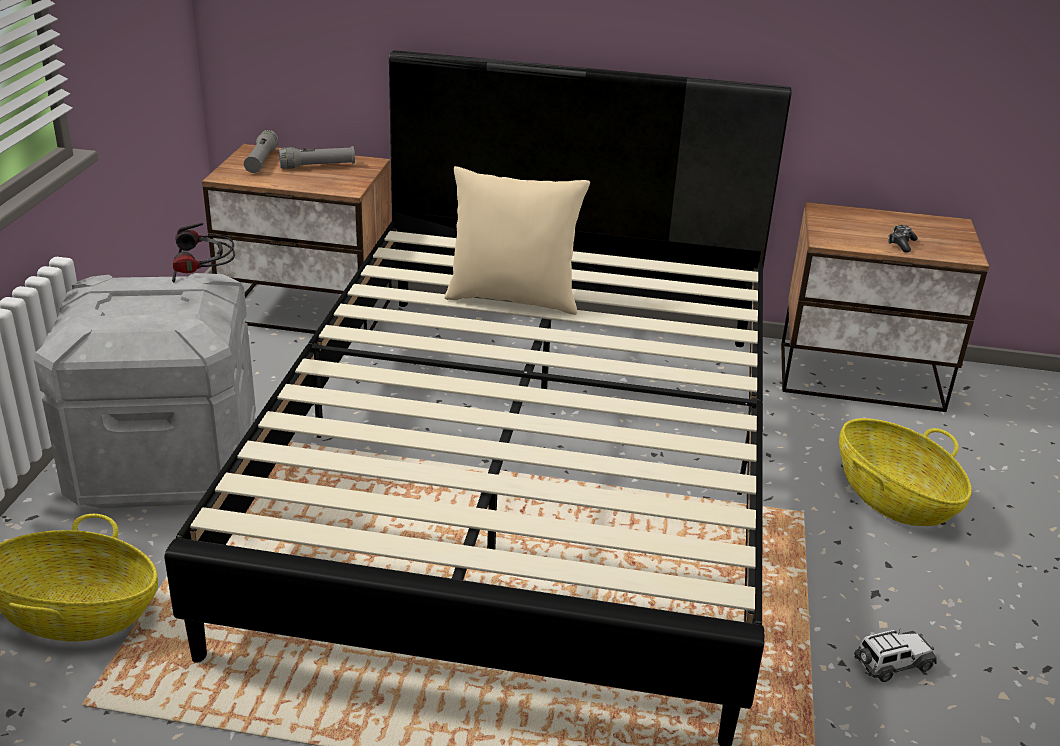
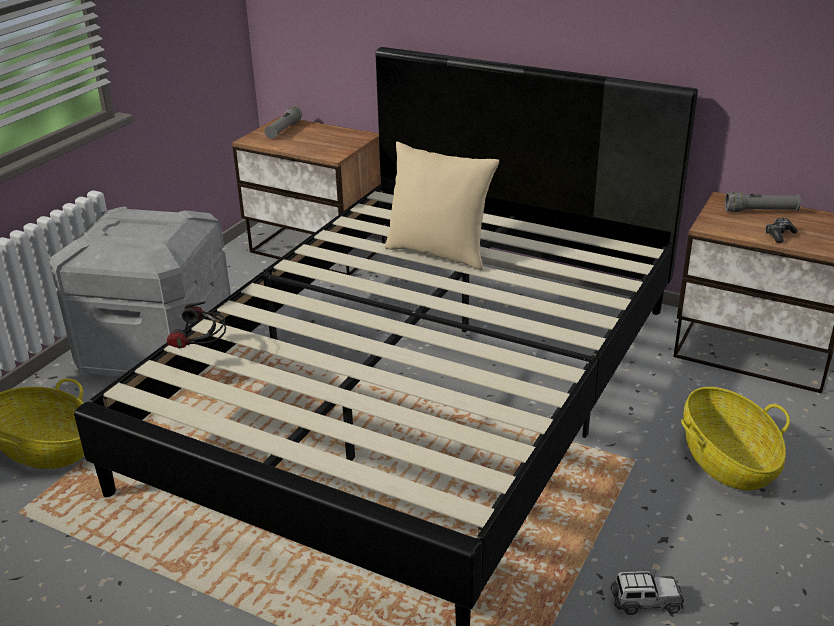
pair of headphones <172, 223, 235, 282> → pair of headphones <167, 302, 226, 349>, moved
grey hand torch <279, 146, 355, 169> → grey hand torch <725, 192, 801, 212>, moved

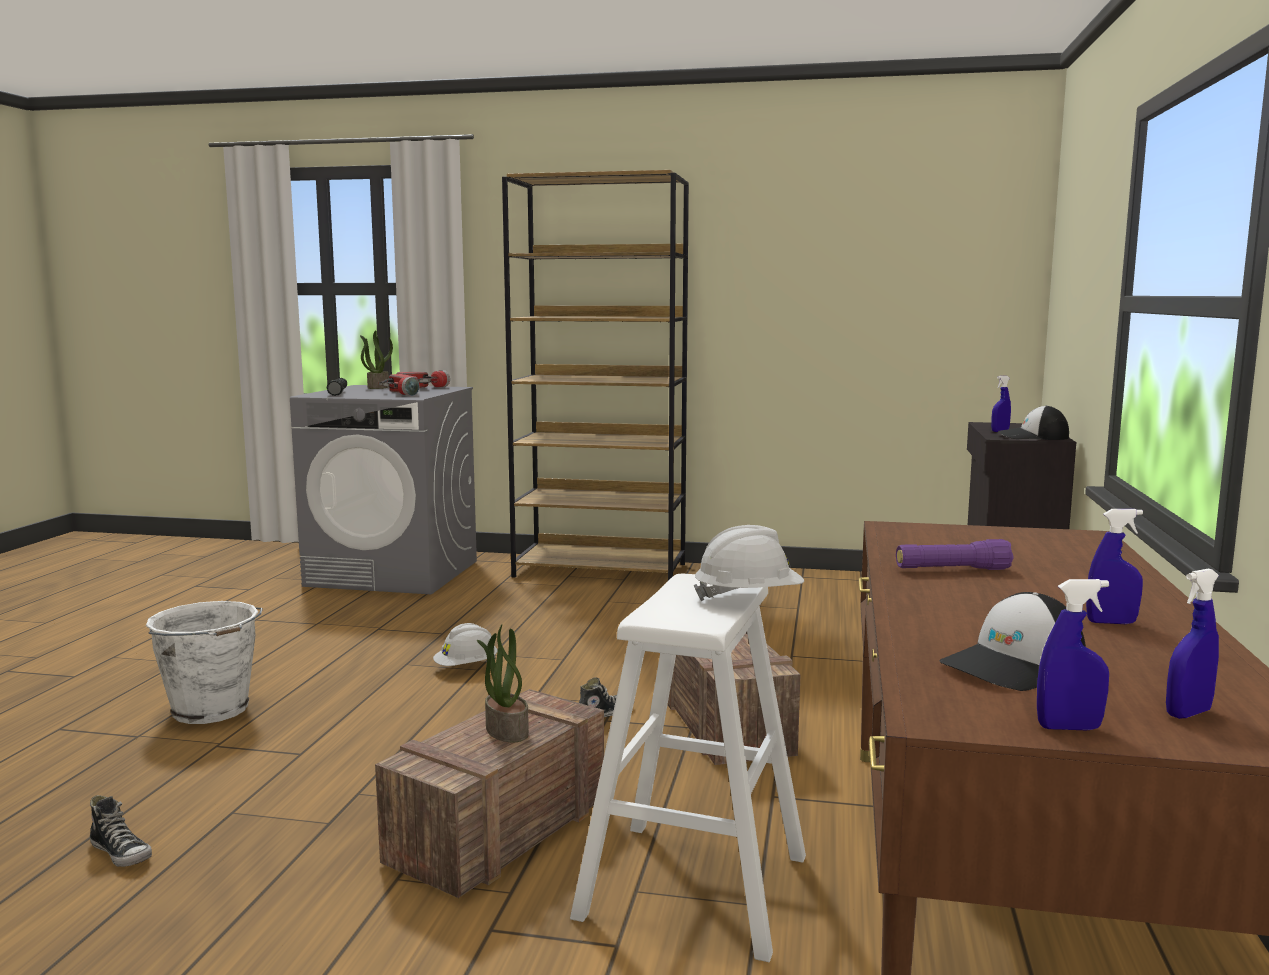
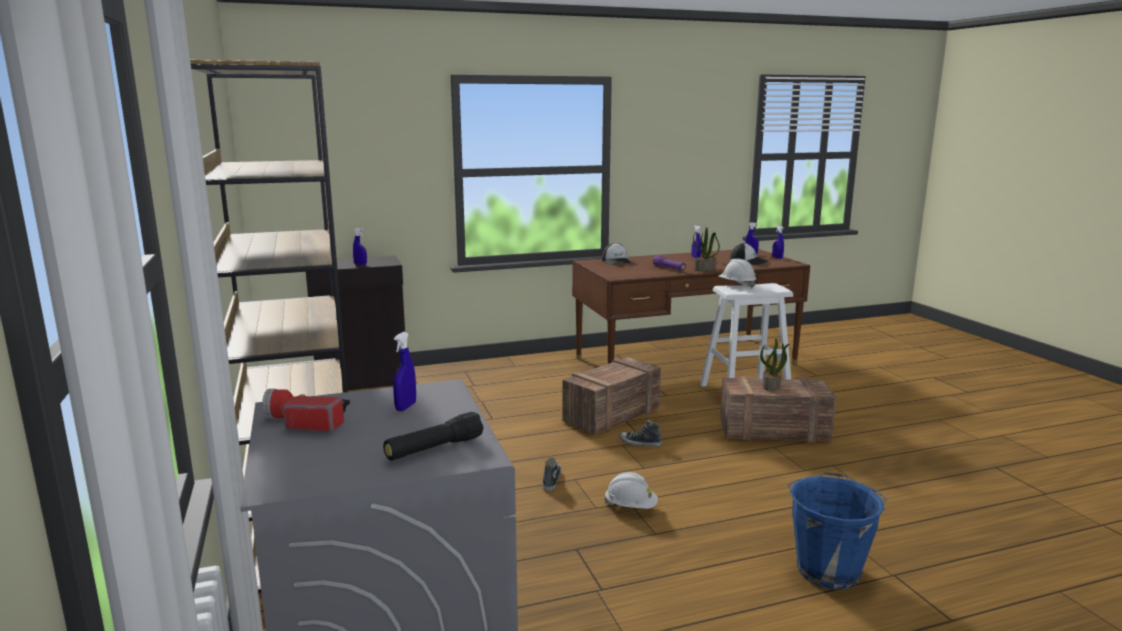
low shoe <90, 795, 152, 867> → low shoe <542, 458, 561, 491>, moved
houseplant <360, 330, 393, 389> → houseplant <693, 227, 720, 271>, moved
cap <998, 405, 1069, 440> → cap <602, 243, 633, 265>, moved
hand torch <379, 374, 419, 396> → blue-coloured sprayer <393, 332, 416, 411>
white pail <146, 601, 263, 724> → blue-coloured pail <787, 471, 887, 589>

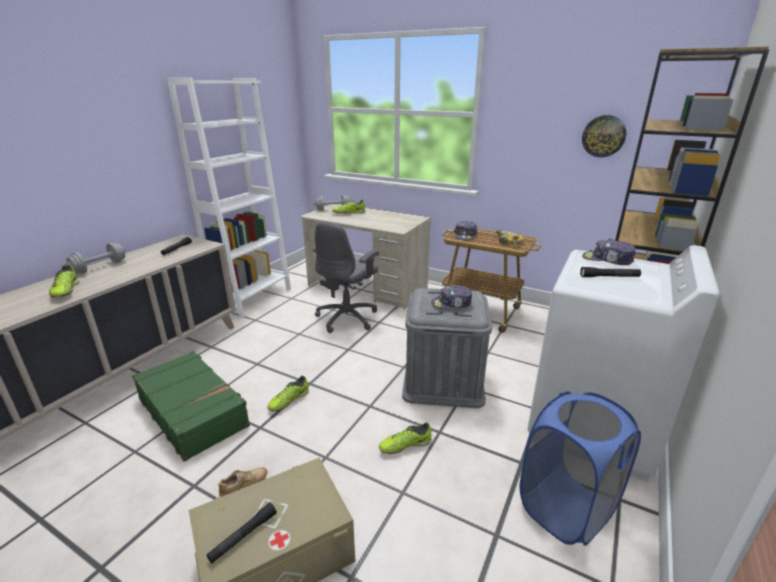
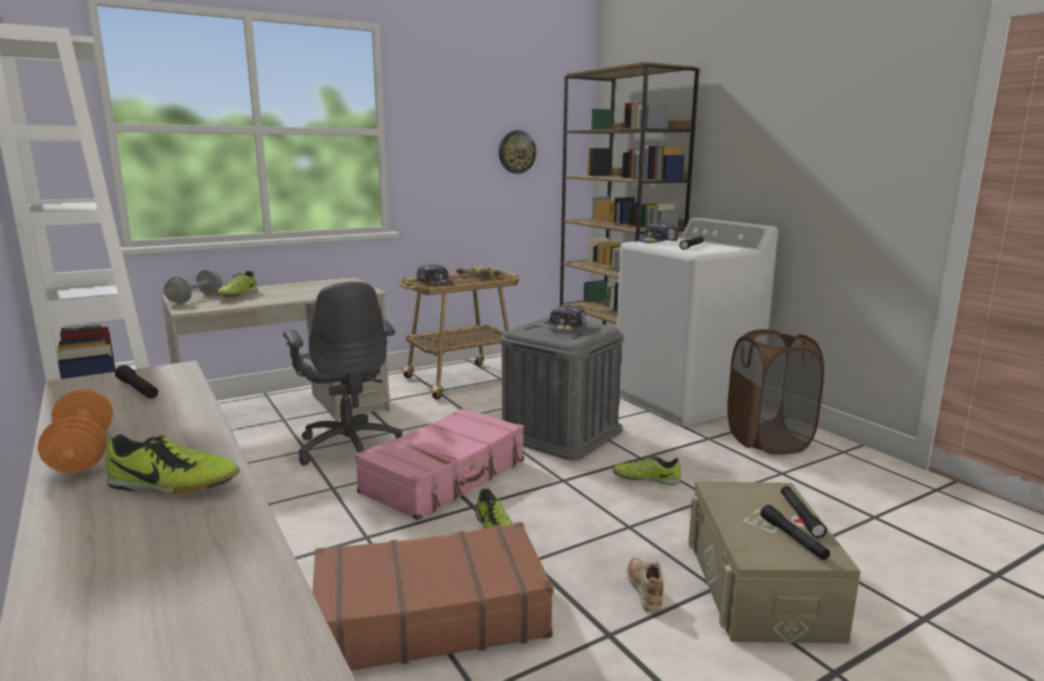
- → pink suitcase <355, 408, 524, 520>
- → black hand torch <781, 486, 827, 538>
grey free weight <66, 243, 126, 274> → orangey free weight <38, 389, 113, 473>
green-coloured suitcase <132, 351, 250, 462> → brown suitcase <312, 522, 553, 671>
blue-coloured washing basket <519, 391, 641, 546> → brown washing basket <727, 329, 824, 455>
low shoe <379, 422, 432, 454> → low shoe <613, 456, 681, 485>, 90 degrees clockwise

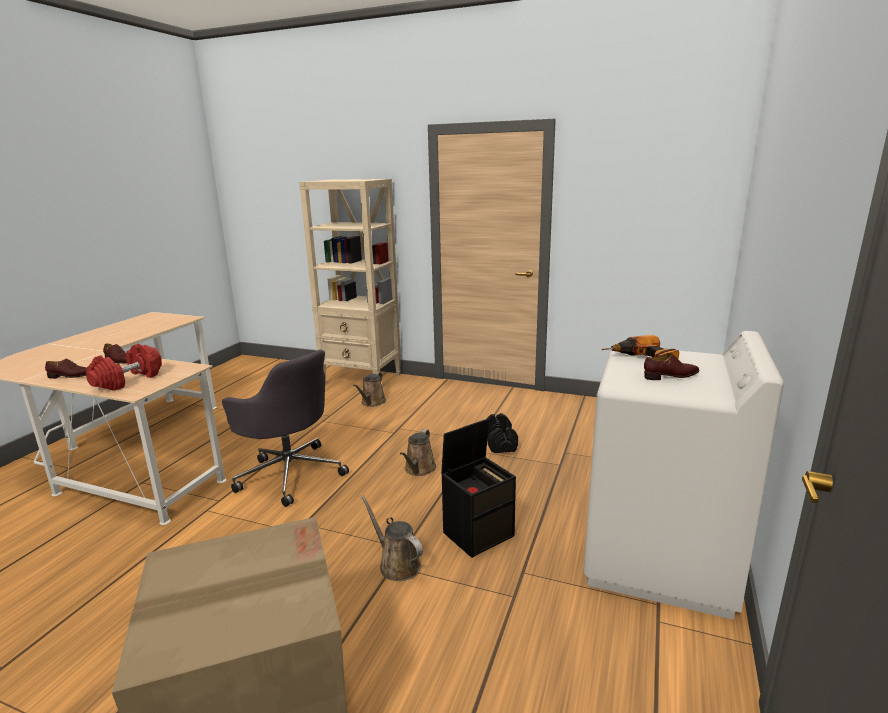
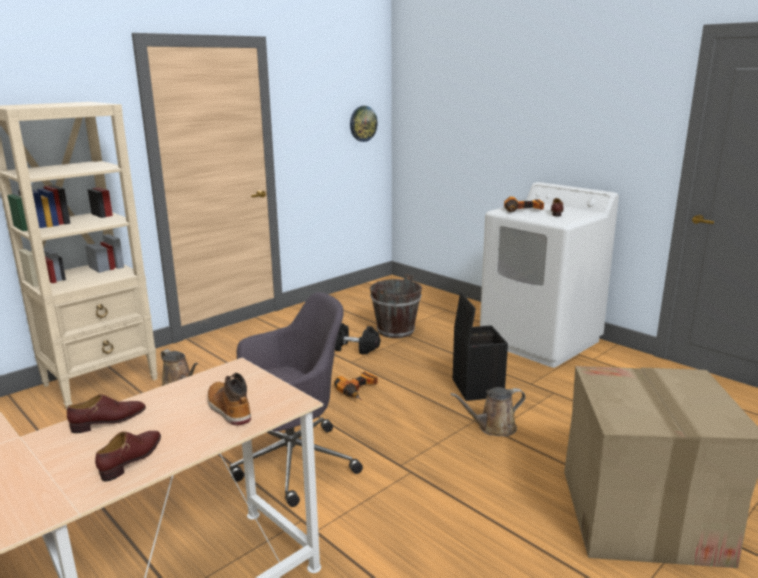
- → clock on the wall <350, 106, 378, 142>
- → brown pail <370, 274, 422, 338>
red free weight <86, 344, 162, 391> → boot <207, 373, 251, 425>
brown sprinkling can <400, 429, 437, 476> → drill <334, 371, 378, 401>

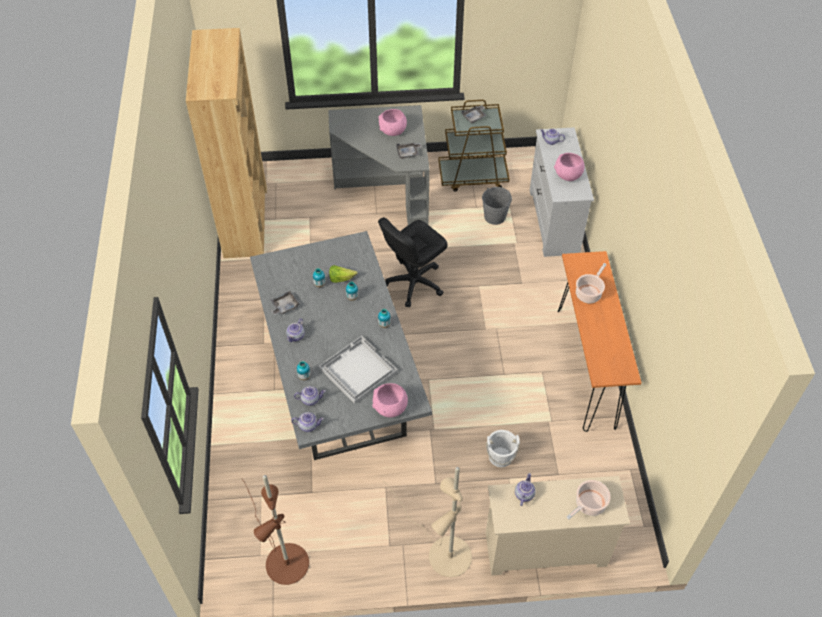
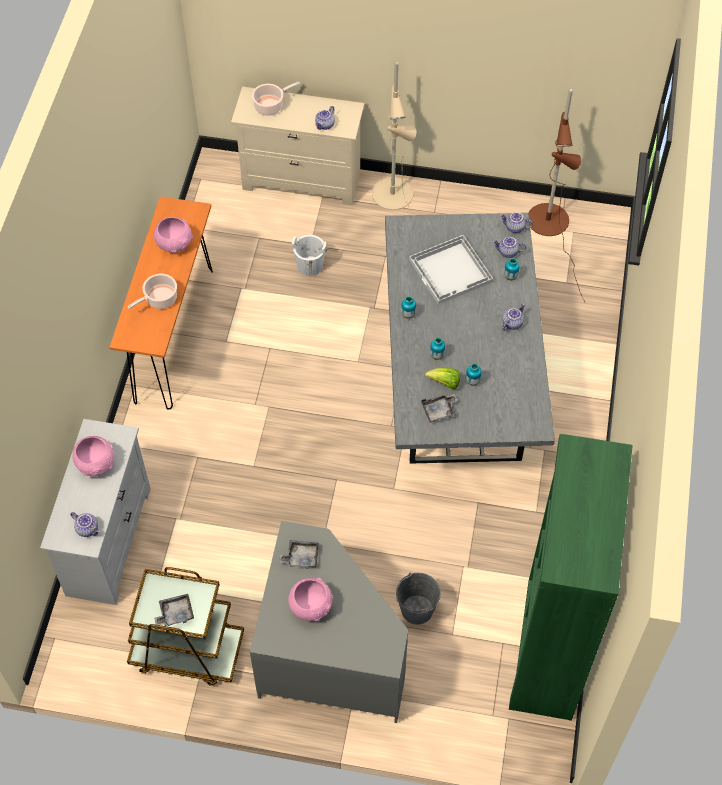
black office chair <378, 217, 448, 307> → -
grey carrying tray <271, 291, 300, 315> → grey carrying tray <421, 394, 458, 422>, moved
pink serving bowl <372, 383, 408, 418> → pink serving bowl <154, 217, 193, 253>, moved
grey pail <482, 187, 512, 225> → grey pail <396, 573, 441, 625>, moved
brown bookcase <186, 28, 267, 258> → green-coloured bookcase <509, 434, 633, 721>

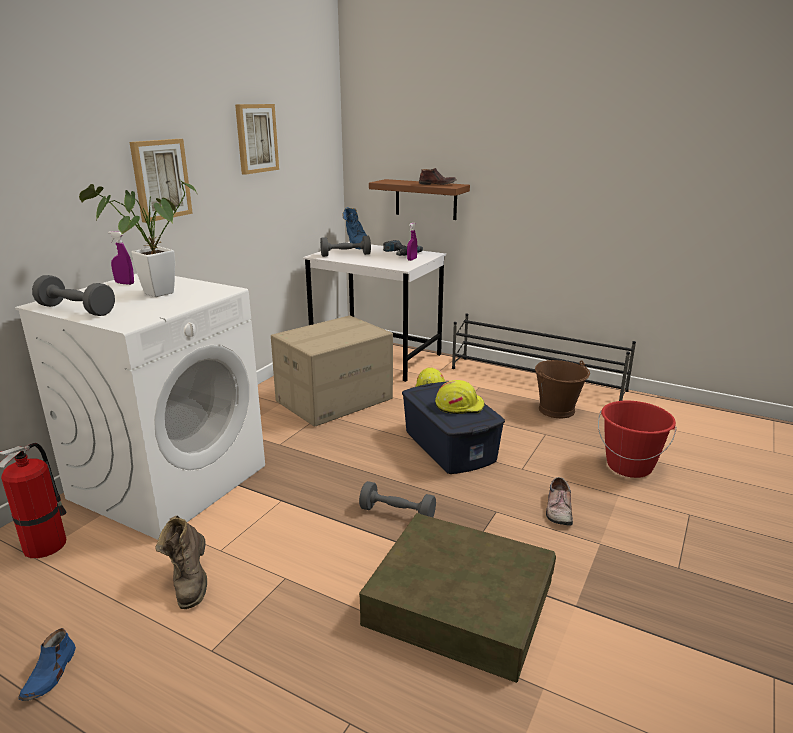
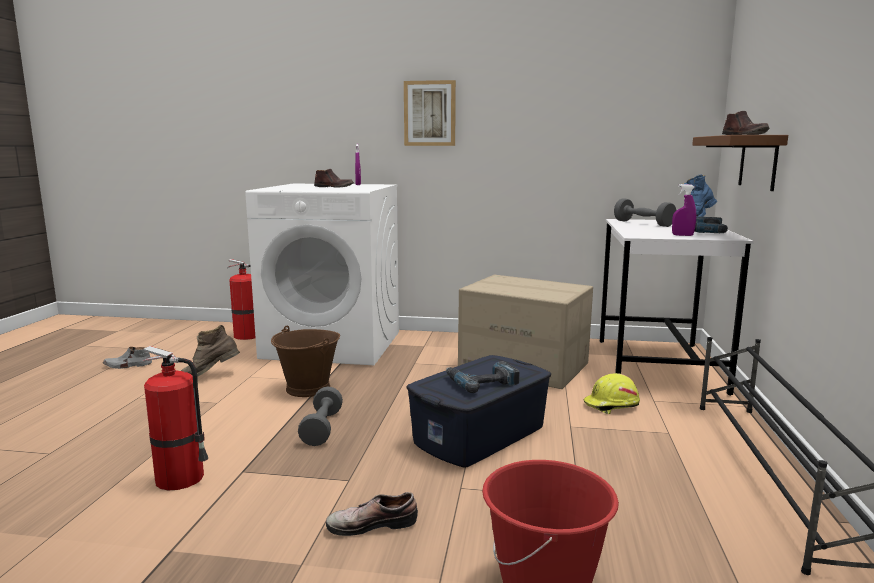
grey free weight <32, 275, 115, 316> → -
wall art <235, 104, 279, 175> → -
brown pail <535, 360, 590, 418> → brown pail <271, 326, 340, 397>, moved
houseplant <79, 181, 197, 297> → brown low shoe <314, 169, 354, 188>
brown storage bin <359, 513, 556, 683> → extinguisher <141, 346, 208, 490>
yellowish work helmet <435, 380, 485, 414> → drill <446, 361, 520, 393>
blue-coloured low shoe <18, 628, 76, 701> → grey low shoe <103, 347, 152, 369>

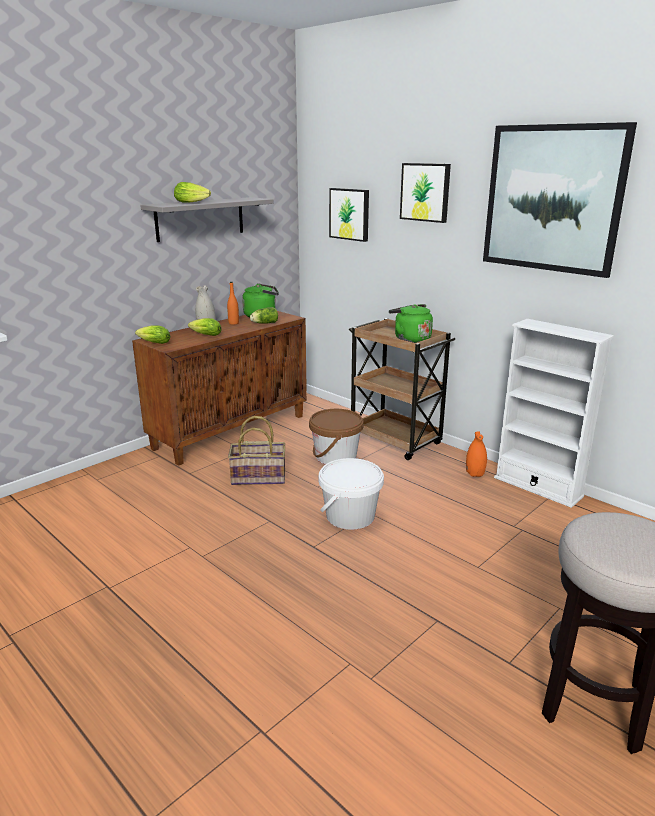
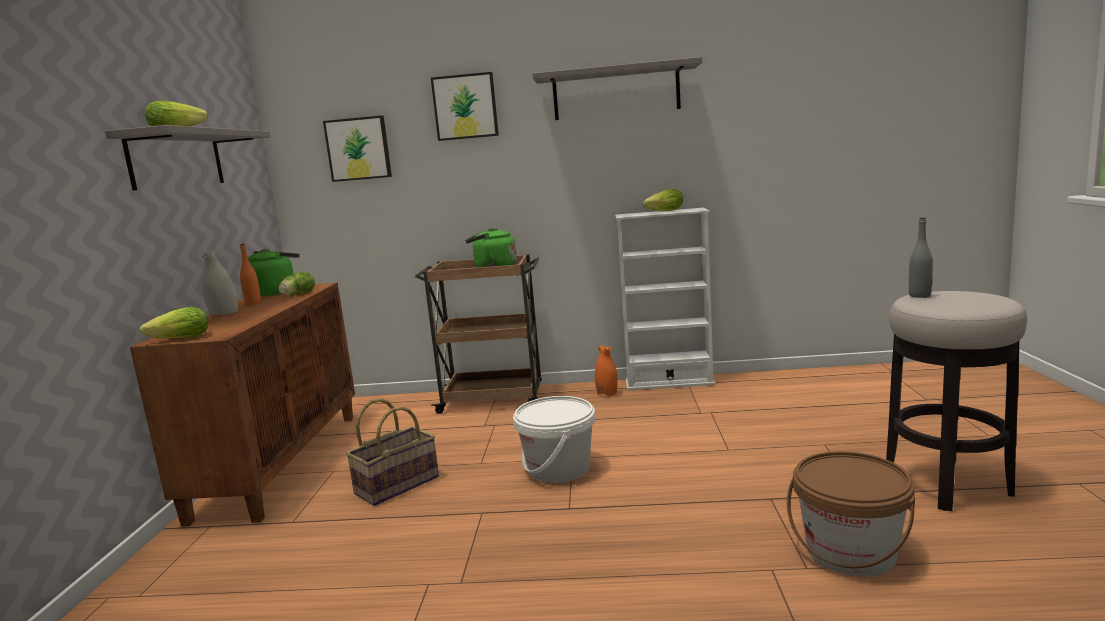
- → grey beverage bottle <909, 217, 933, 298>
lettuce <188, 318, 222, 336> → lettuce <643, 188, 683, 211>, moved
brown pail <309, 409, 364, 465> → brown pail <787, 451, 915, 576>, moved
wall art <483, 122, 637, 278> → grey wall shelf <532, 57, 702, 120>

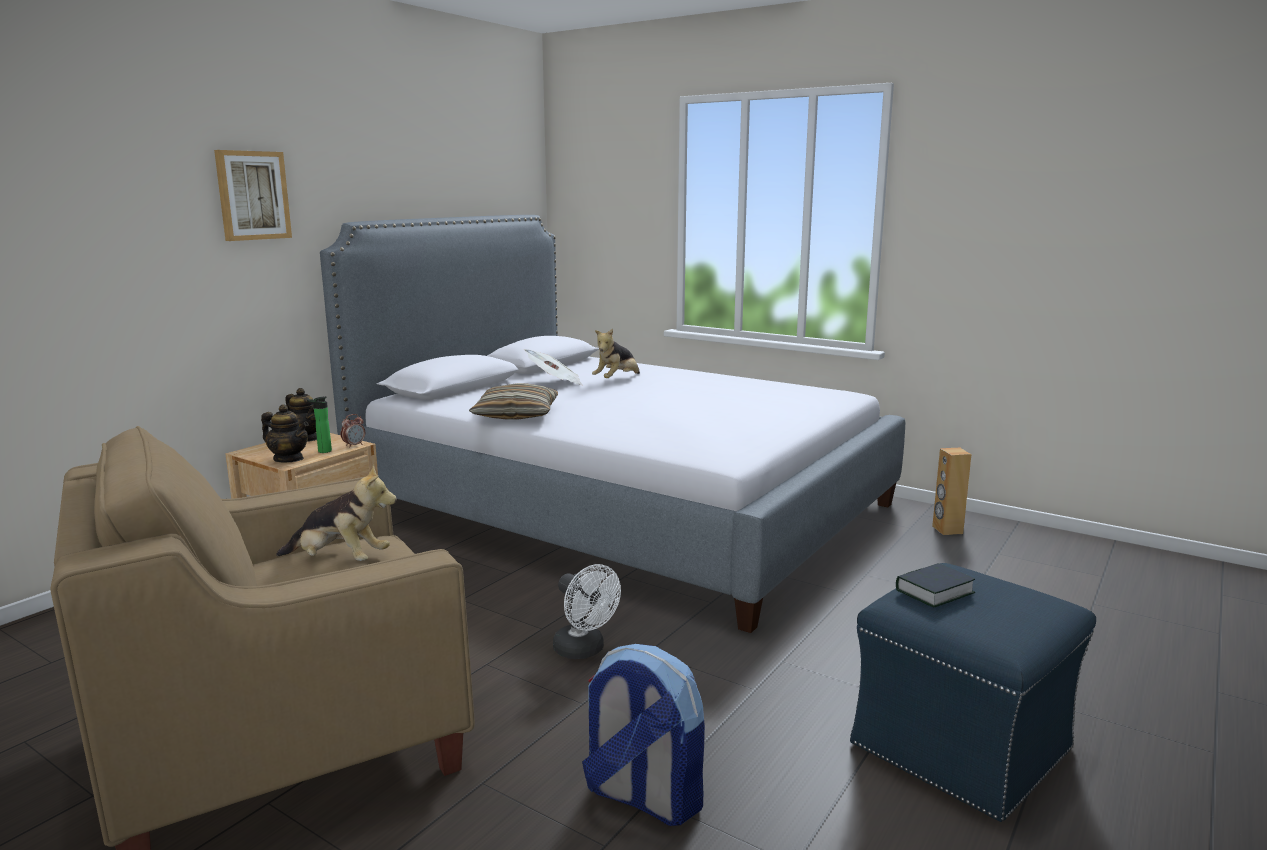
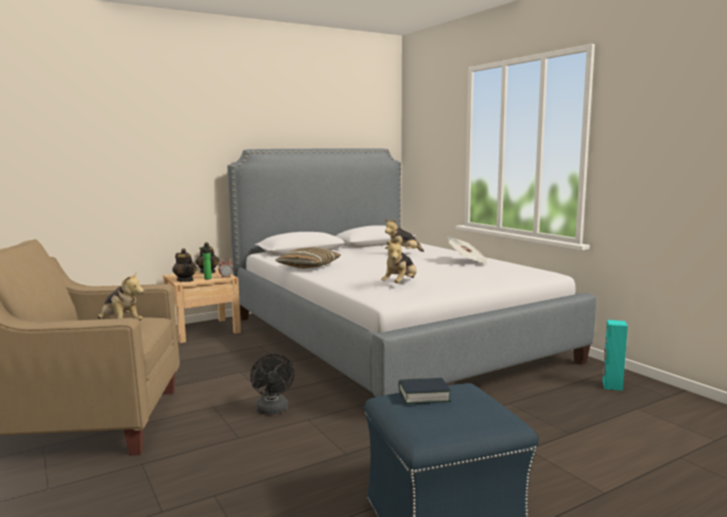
wall art <214, 150, 292, 241> → -
knapsack <582, 644, 705, 826> → -
- → plush toy <381, 240, 417, 283>
printed paper <523, 349, 583, 385> → printed paper <448, 237, 487, 265>, moved
white fan <553, 564, 621, 659> → black fan <250, 354, 294, 415>
brown speaker <932, 448, 971, 535> → blue-green speaker <603, 320, 628, 391>

